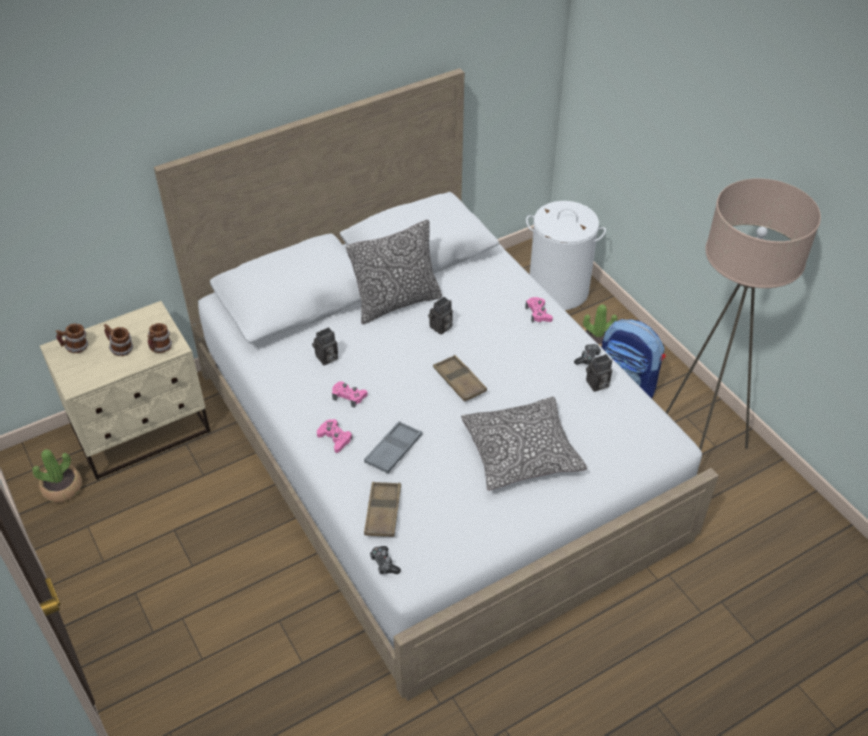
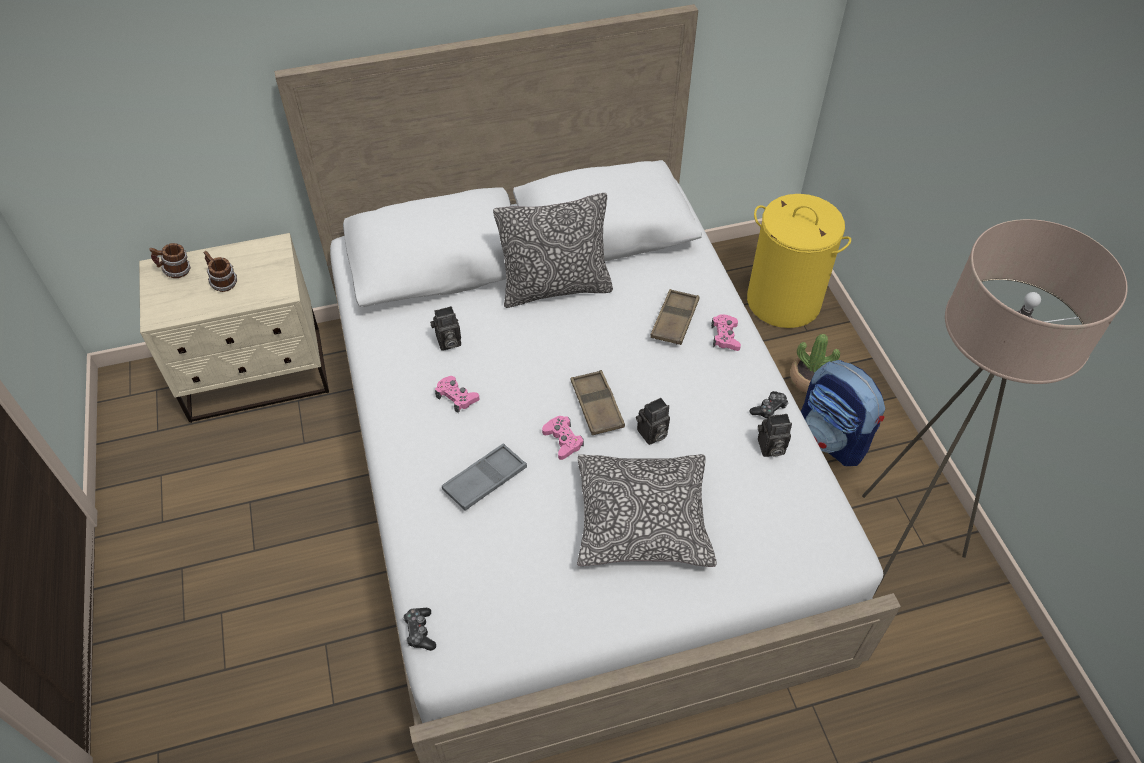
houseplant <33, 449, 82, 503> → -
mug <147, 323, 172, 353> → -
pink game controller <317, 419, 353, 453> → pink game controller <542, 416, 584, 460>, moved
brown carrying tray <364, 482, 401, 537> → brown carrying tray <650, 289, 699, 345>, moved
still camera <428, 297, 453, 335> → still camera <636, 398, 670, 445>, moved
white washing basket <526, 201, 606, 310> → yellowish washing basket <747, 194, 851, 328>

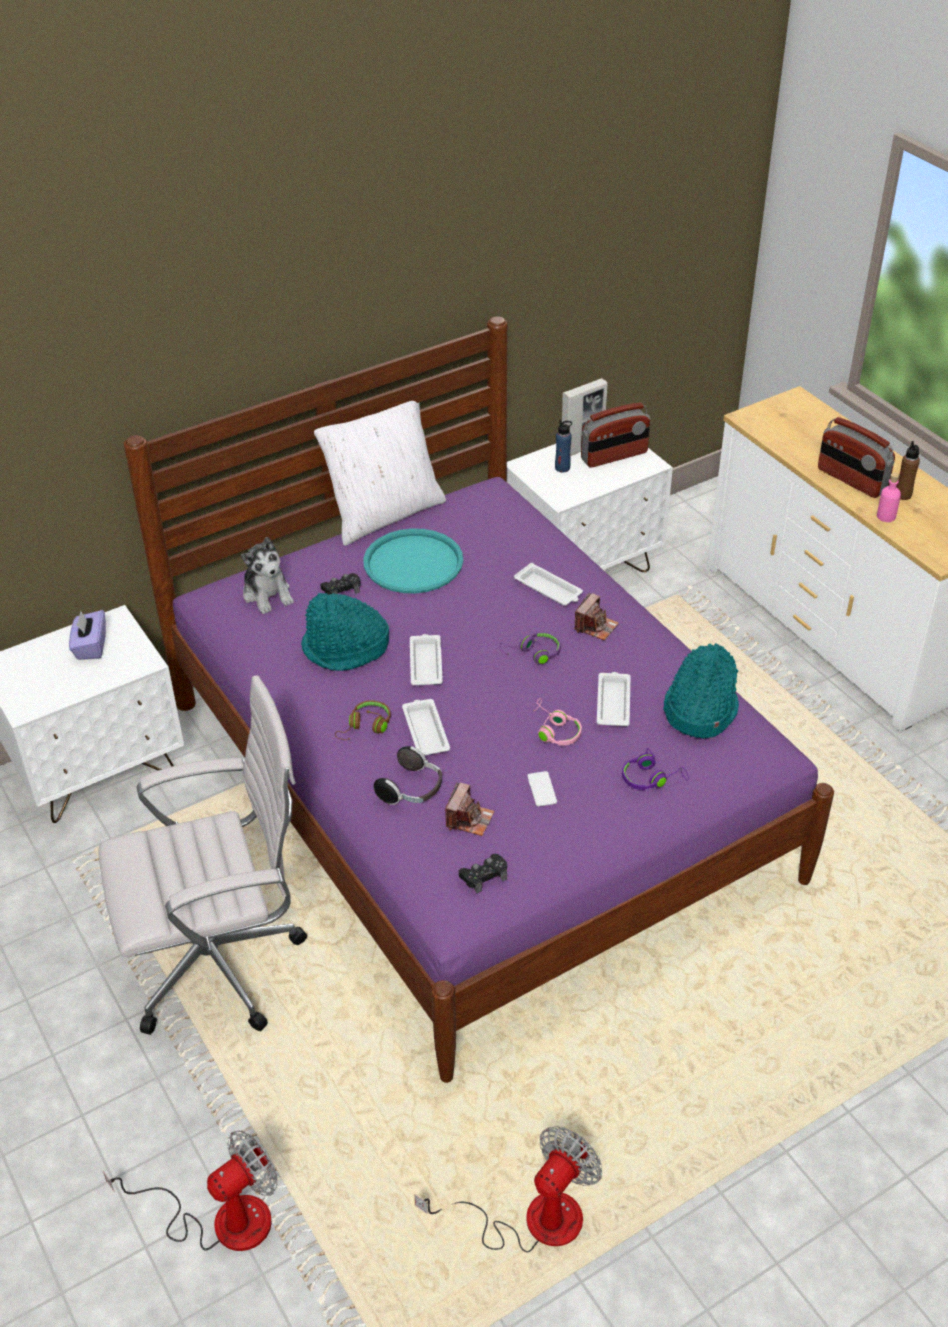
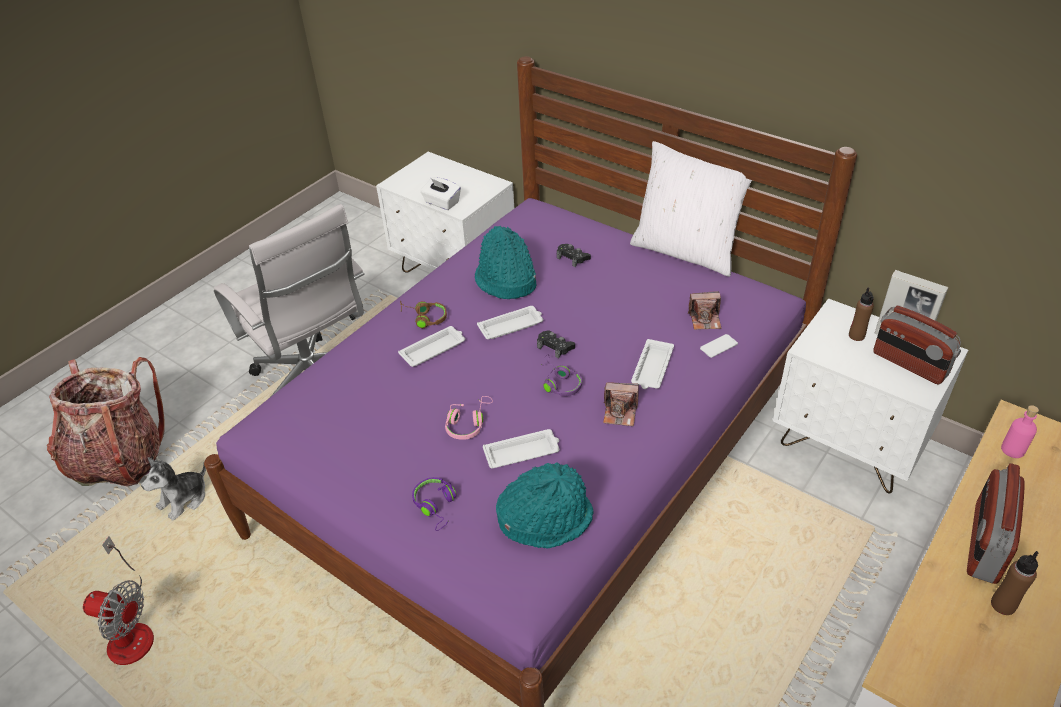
purple tissue holder <69, 610, 106, 660> → -
blue-green carrying tray <363, 529, 463, 593> → -
pair of headphones <374, 746, 442, 805> → -
- → white tissue holder <420, 177, 461, 210>
plush toy <241, 537, 294, 614> → plush toy <141, 458, 206, 521>, moved
still camera <445, 782, 495, 836> → still camera <688, 291, 721, 330>, moved
black game controller <459, 854, 507, 893> → black game controller <537, 330, 575, 359>, moved
phone <527, 771, 557, 807> → phone <700, 334, 738, 358>, moved
pink beverage bottle <877, 473, 901, 522> → pink beverage bottle <1001, 405, 1039, 458>, moved
fan <103, 1131, 278, 1251> → knapsack <47, 357, 165, 487>
blue-coloured beverage bottle <555, 419, 572, 473> → brown beverage bottle <849, 288, 874, 341>

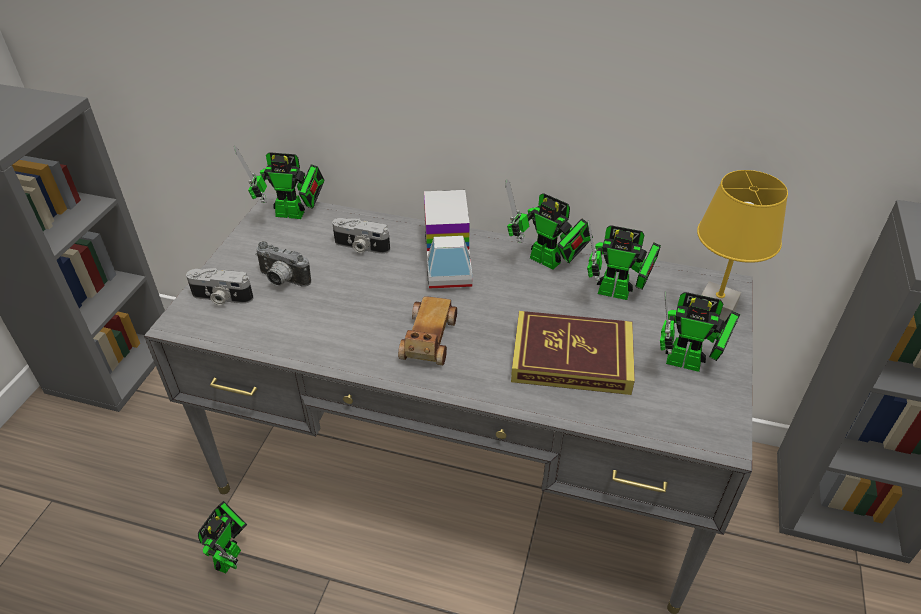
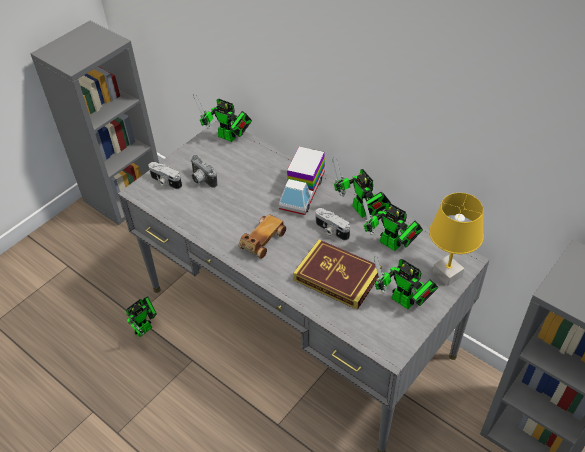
still camera <332, 218, 390, 254> → still camera <316, 208, 350, 241>, moved

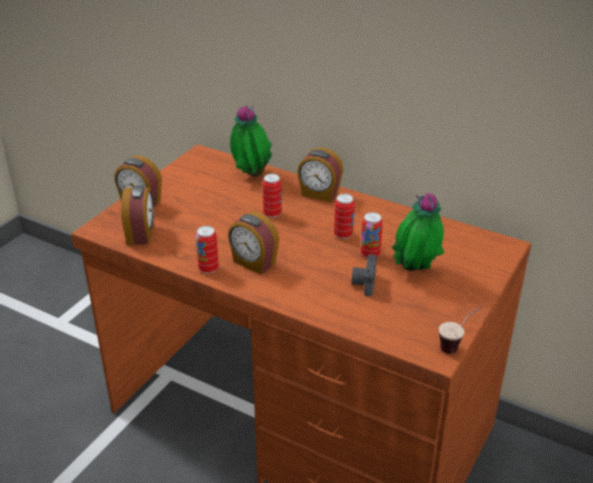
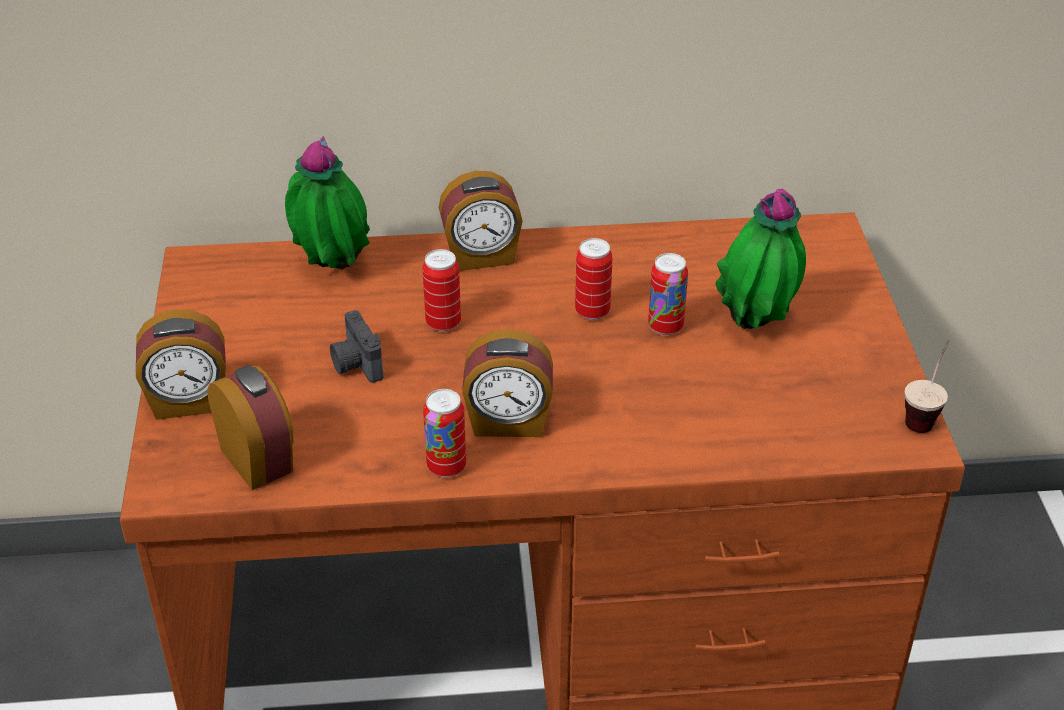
still camera <352, 254, 377, 296> → still camera <330, 310, 383, 383>, moved

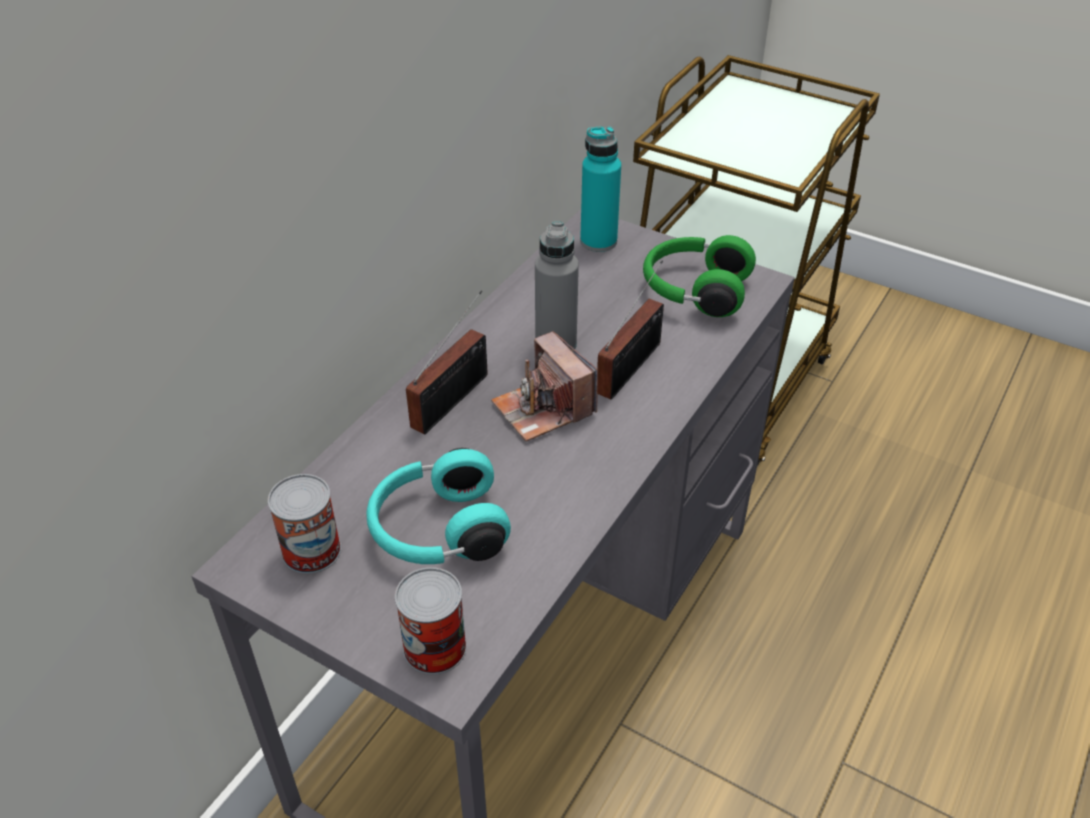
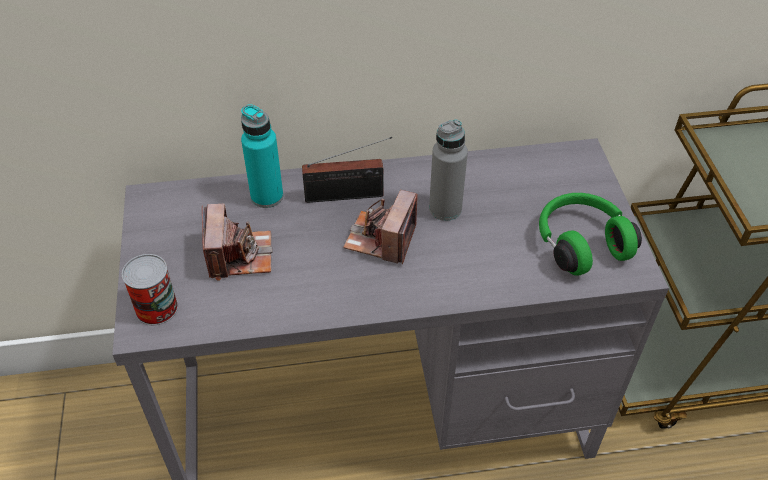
sealed can <268, 474, 341, 574> → -
radio receiver <597, 260, 664, 400> → -
blue-green beverage bottle <580, 126, 621, 252> → blue-green beverage bottle <241, 104, 283, 208>, moved
blue-green pair of headphones <366, 448, 511, 564> → still camera <202, 204, 272, 281>

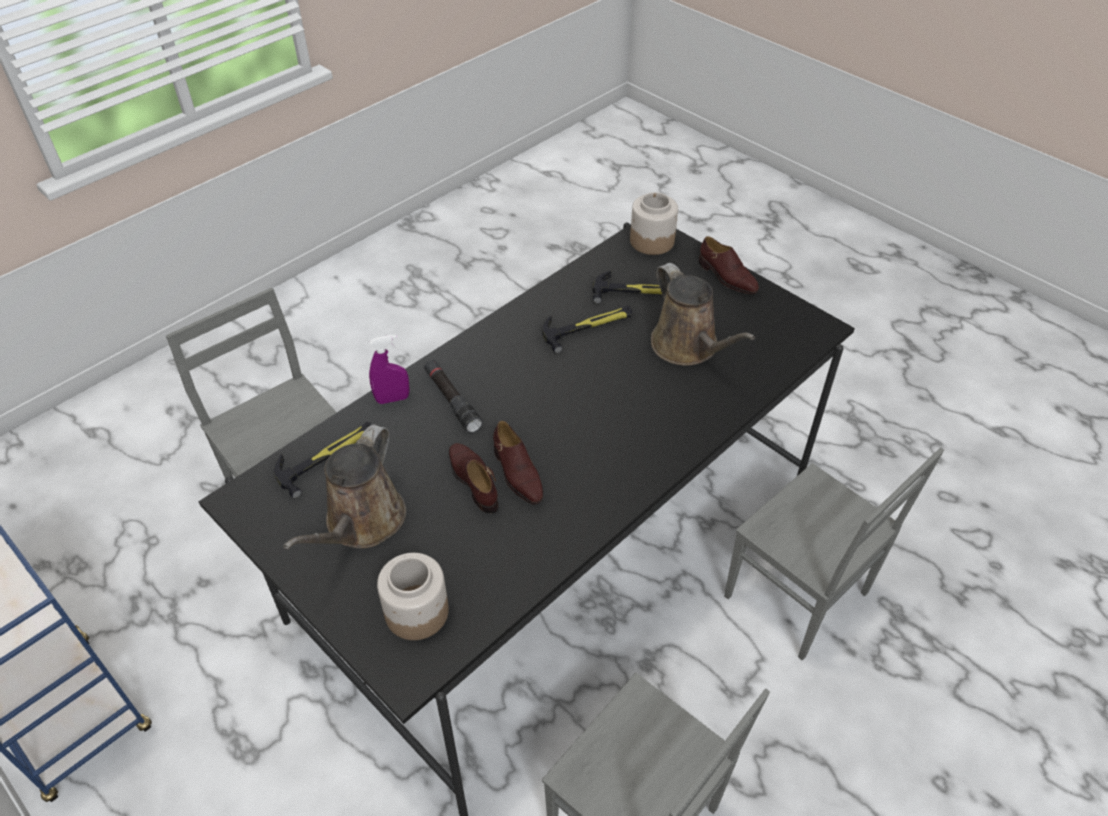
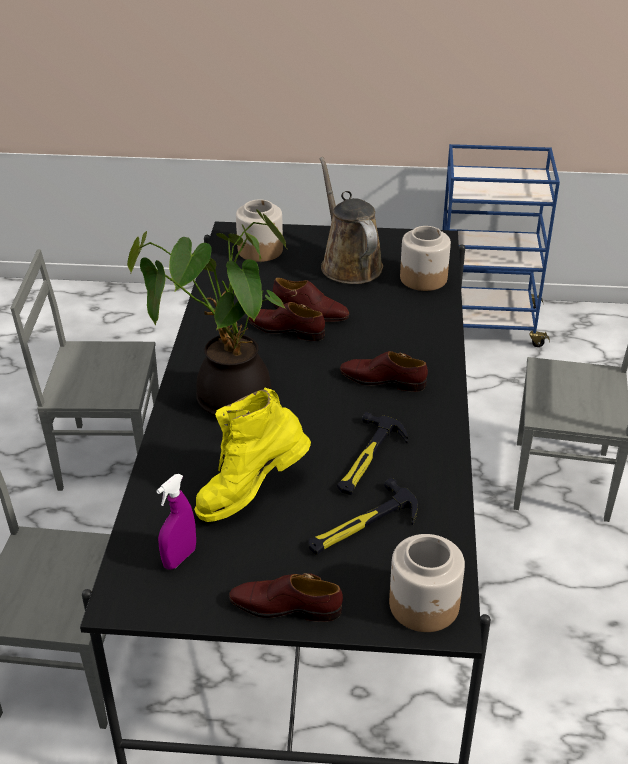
black hand torch <424, 360, 483, 433> → -
- → houseplant <127, 209, 289, 417>
- → brown low shoe <340, 351, 428, 392>
purple sprayer <369, 335, 410, 404> → purple sprayer <156, 474, 196, 570>, moved
hammer <274, 422, 371, 498> → jar <400, 226, 451, 291>
brown sprinkling can <651, 263, 755, 366> → yellowish boot <194, 387, 311, 522>

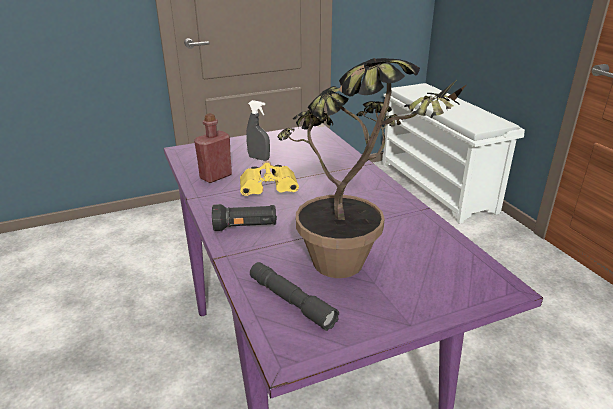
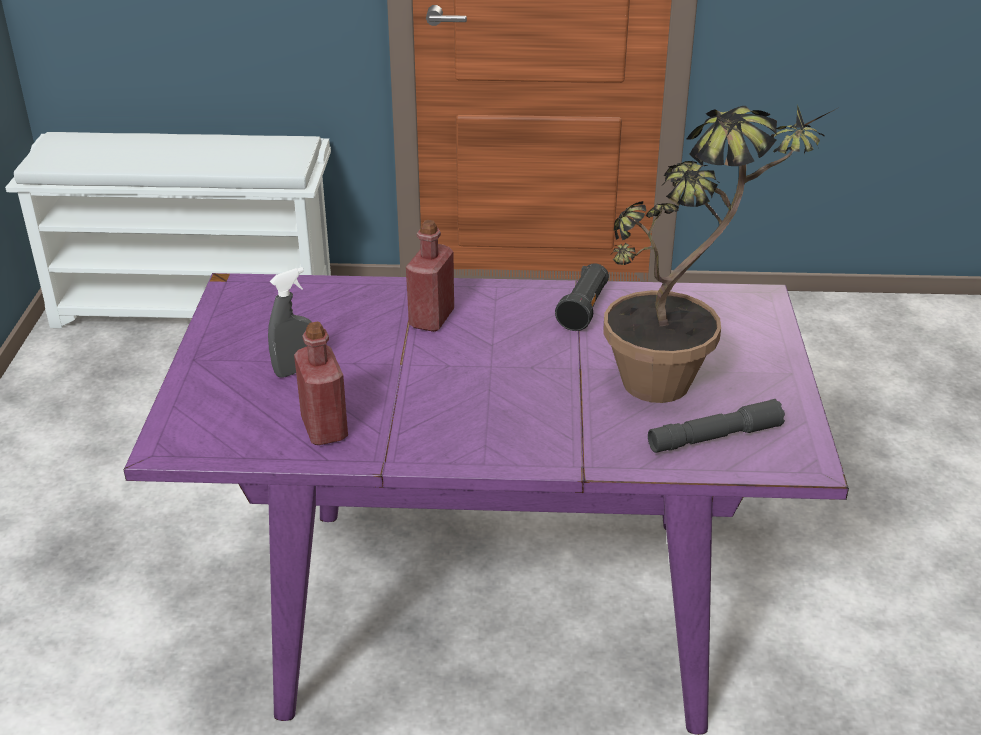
yellowish binoculars <240, 161, 299, 196> → -
- → red beverage bottle <406, 220, 454, 332>
black hand torch <212, 204, 277, 231> → black hand torch <555, 263, 609, 331>, moved

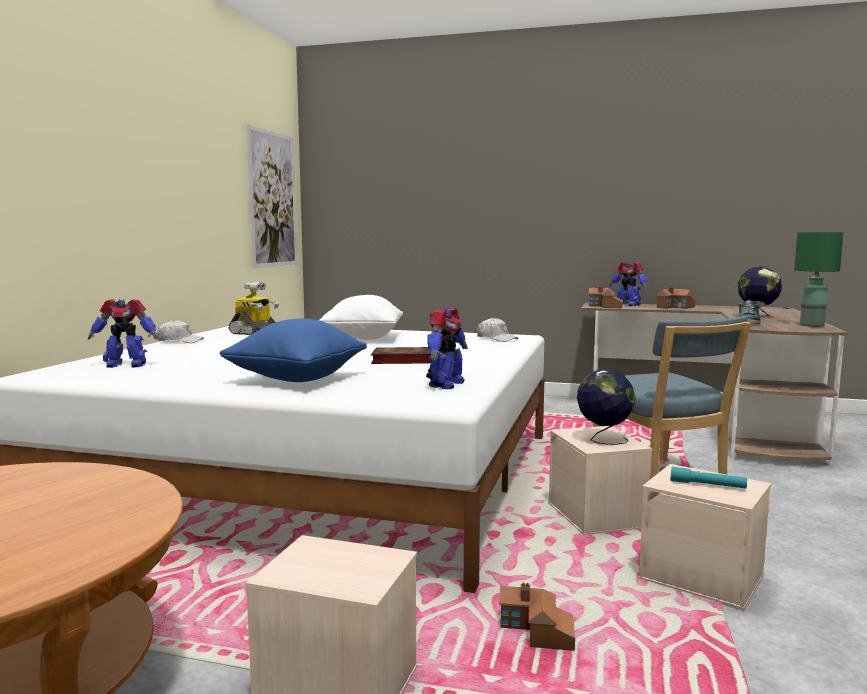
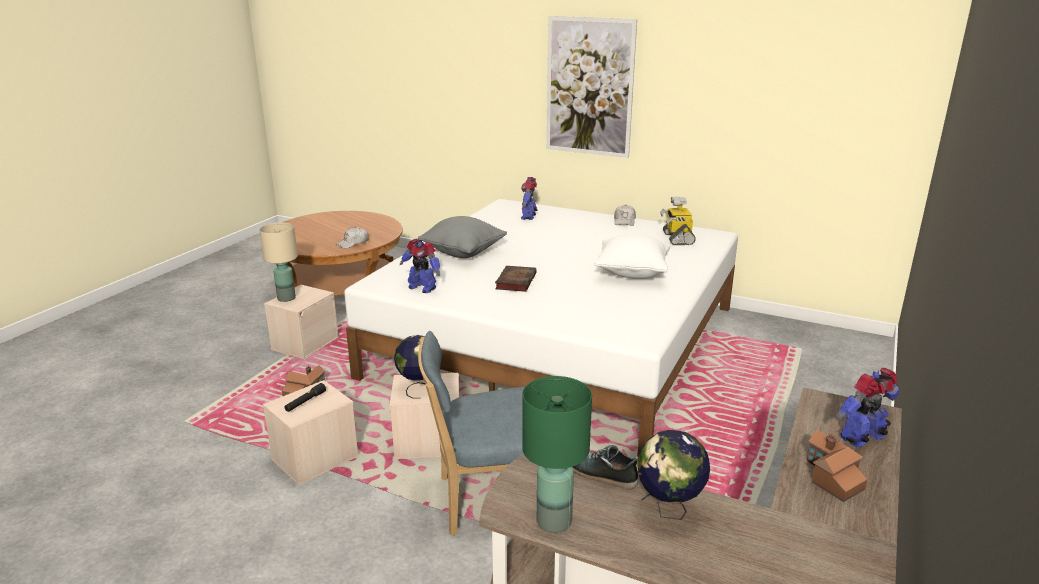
toy house <589, 284, 623, 308> → -
- → beige-coloured table lamp <259, 222, 298, 302>
wall art <247, 125, 297, 268> → wall art <546, 16, 637, 158>, moved
white cap <477, 317, 519, 342> → white cap <336, 227, 368, 248>, moved
blue-coloured throw pillow <220, 319, 367, 382> → grey throw pillow <418, 216, 507, 258>
blue-green hand torch <671, 467, 747, 489> → black hand torch <285, 383, 326, 412>
toy robot <229, 282, 279, 335> → toy robot <660, 197, 696, 245>, 60 degrees clockwise

